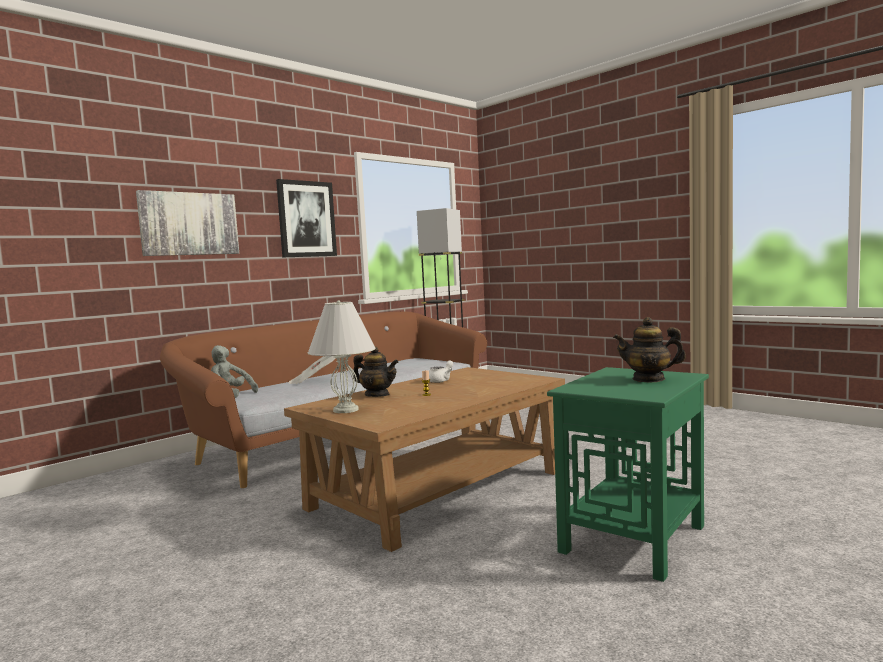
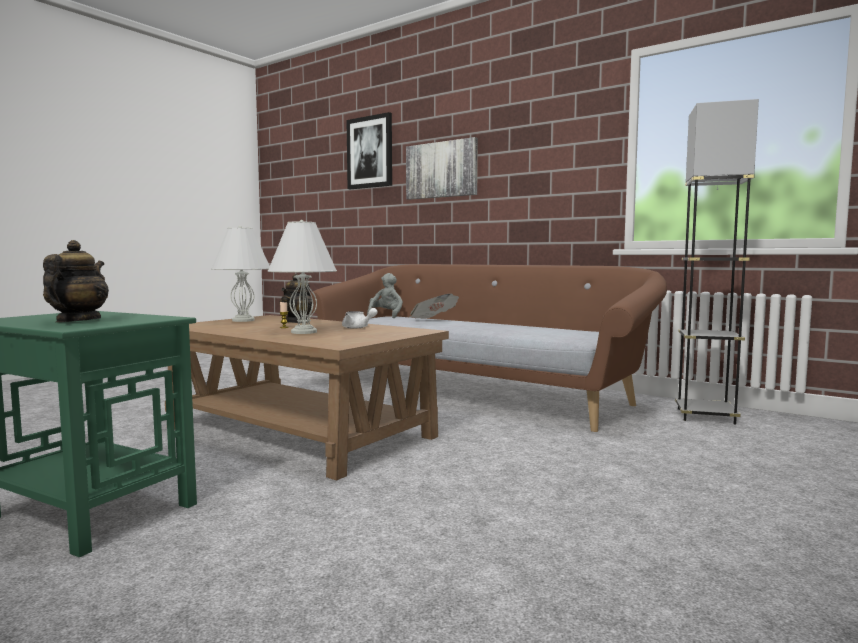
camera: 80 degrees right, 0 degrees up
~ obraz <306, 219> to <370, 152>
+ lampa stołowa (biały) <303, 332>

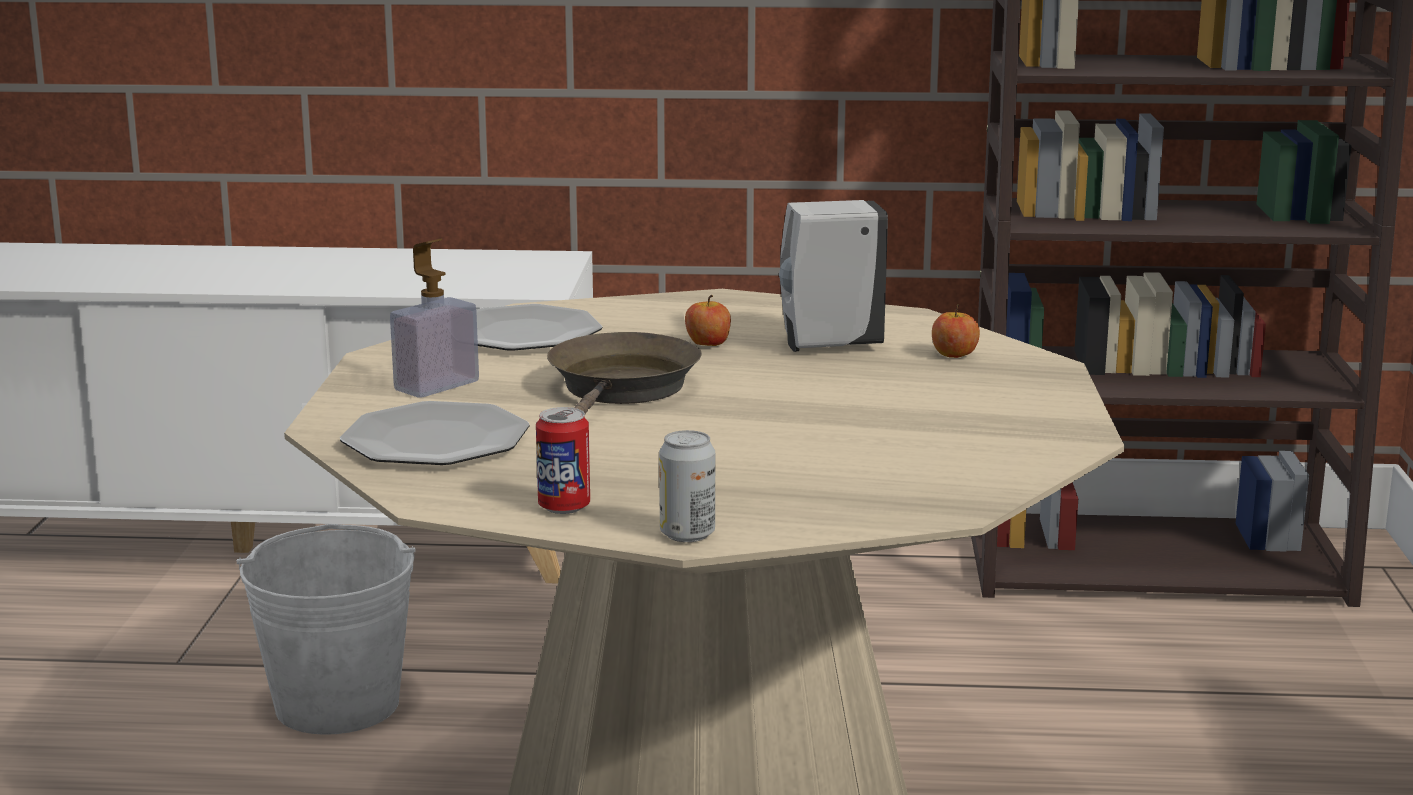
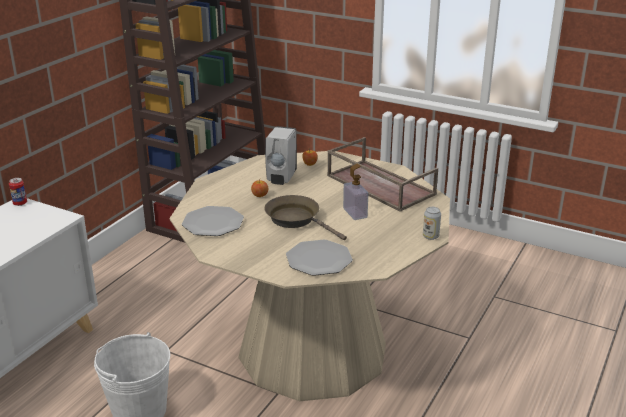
camera: 65 degrees left, 10 degrees up
~ dozownik mydła <436, 386> to <355, 213>
~ puszka <564, 507> to <20, 203>
+ taca (brązowy) <378, 185>

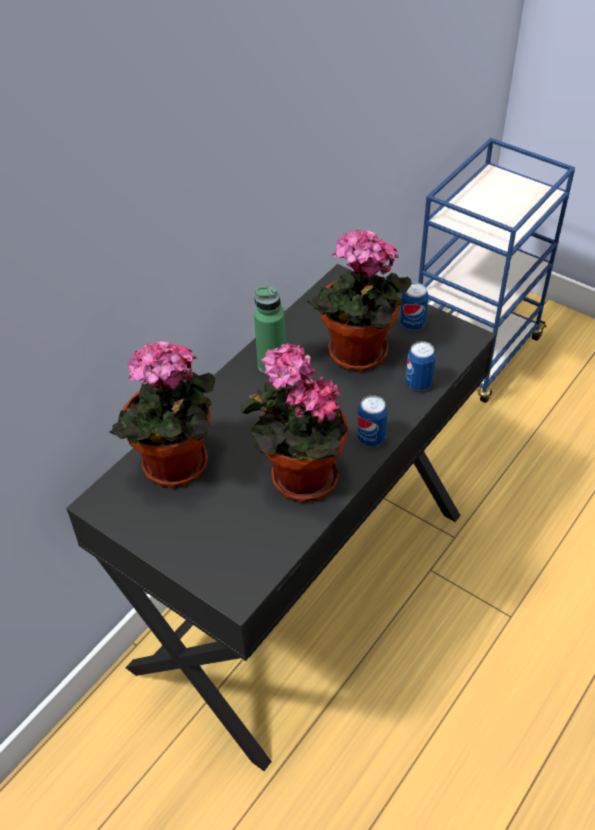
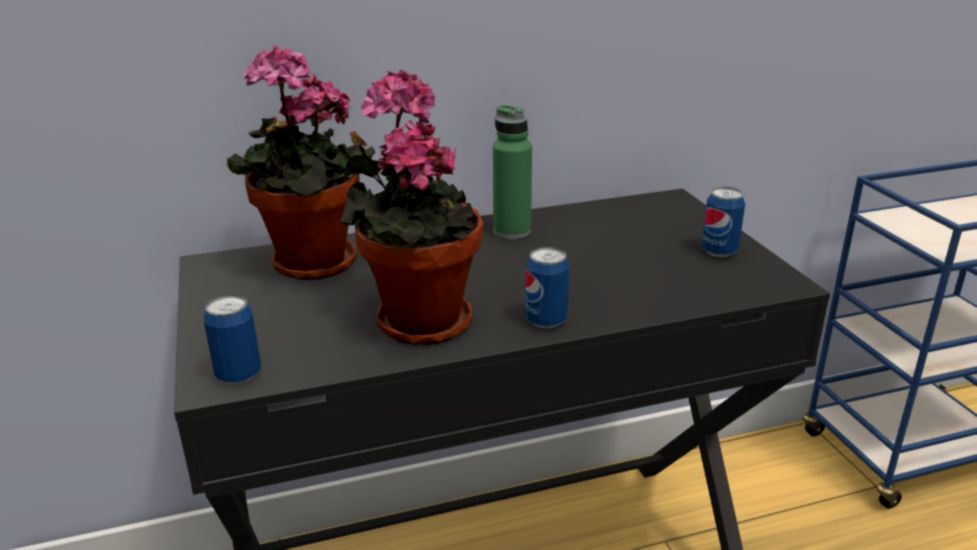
camera: 35 degrees right, 20 degrees down
- roślina doniczkowa <356, 356>
~ puszka <418, 383> to <239, 375>

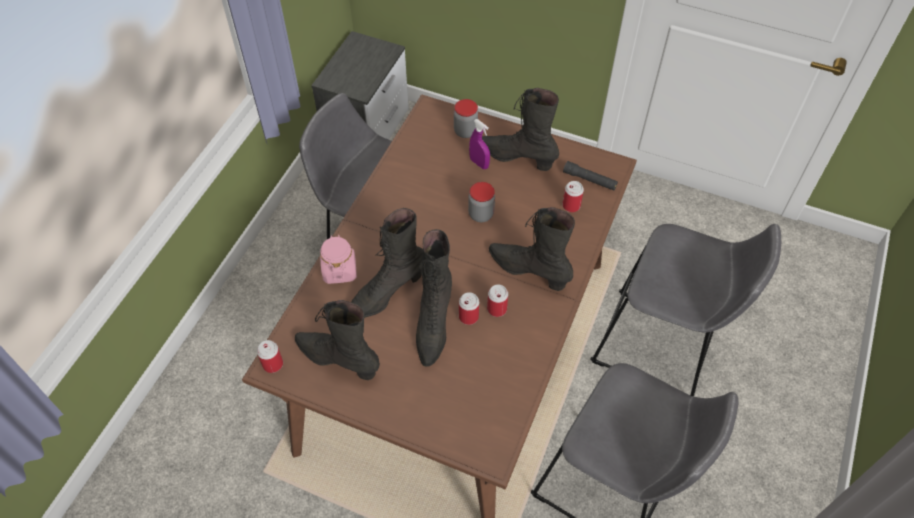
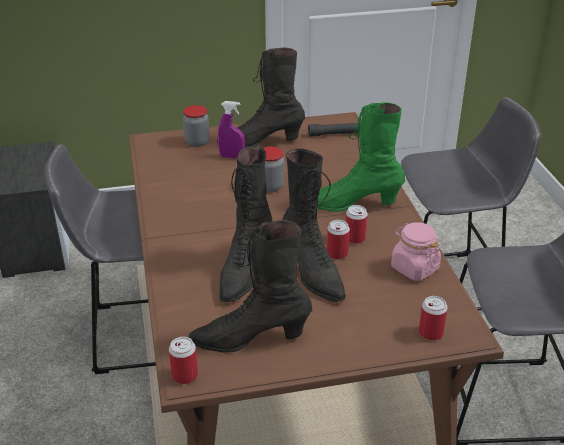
camera: 35 degrees left, 20 degrees down
~ słoik (różowy) <339, 270> to <414, 268>
~ but z cholewką (czarny) <529, 271> to but z cholewką (zielony) <352, 204>
~ puszka <571, 205> to <430, 333>

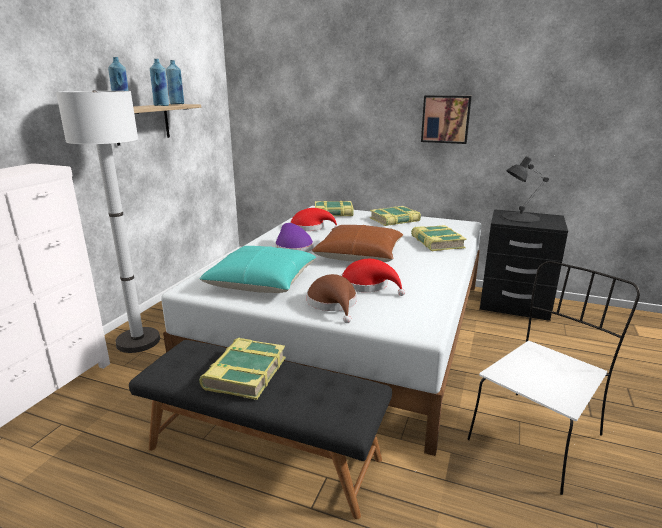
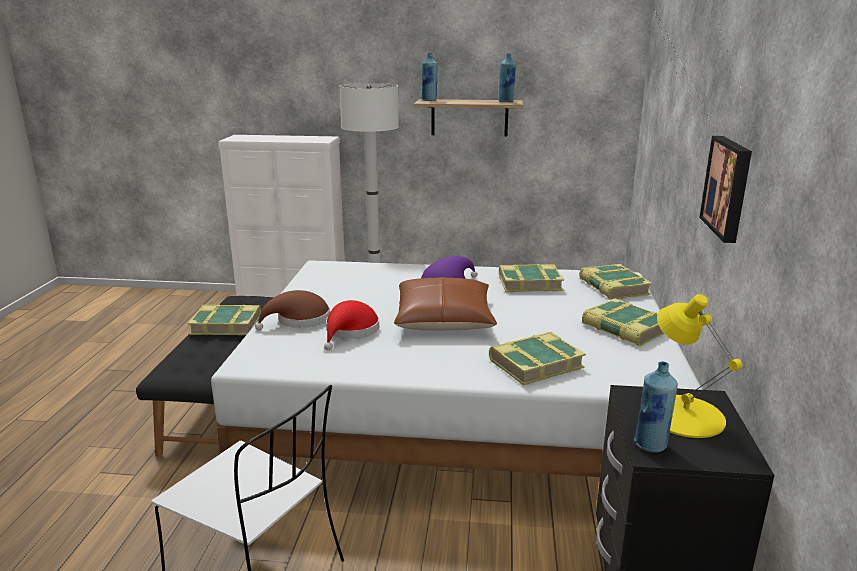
camera: 75 degrees right, 0 degrees up
~ butelka (niebieski) <162, 106> to <651, 445>
- poduszka (turkusowy) <261, 282>
~ kapelusz (czerwony) <310, 228> to książka <529, 283>
~ lampa stołowa (czarny) <519, 217> to lampa stołowa (żółty) <684, 415>

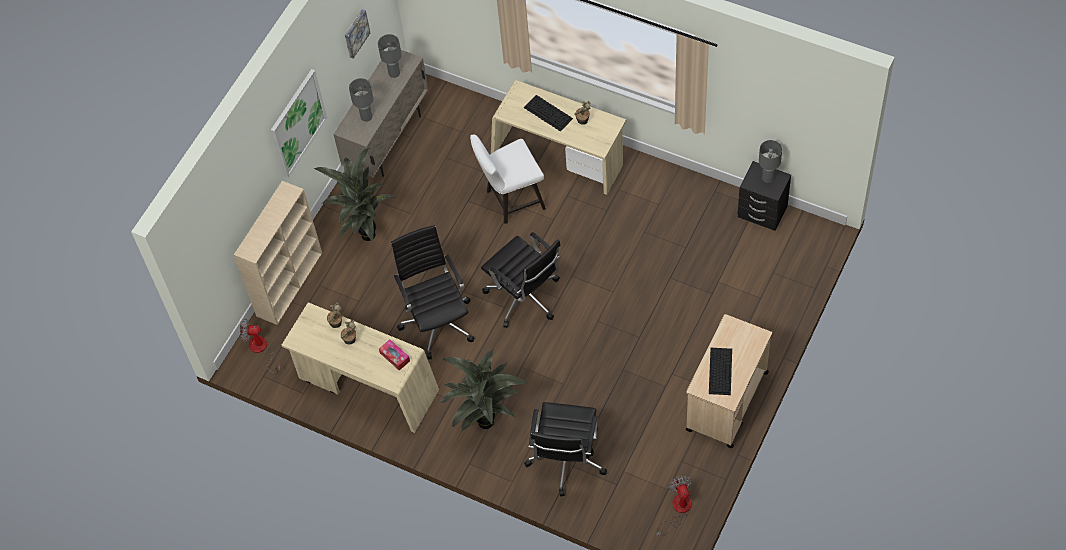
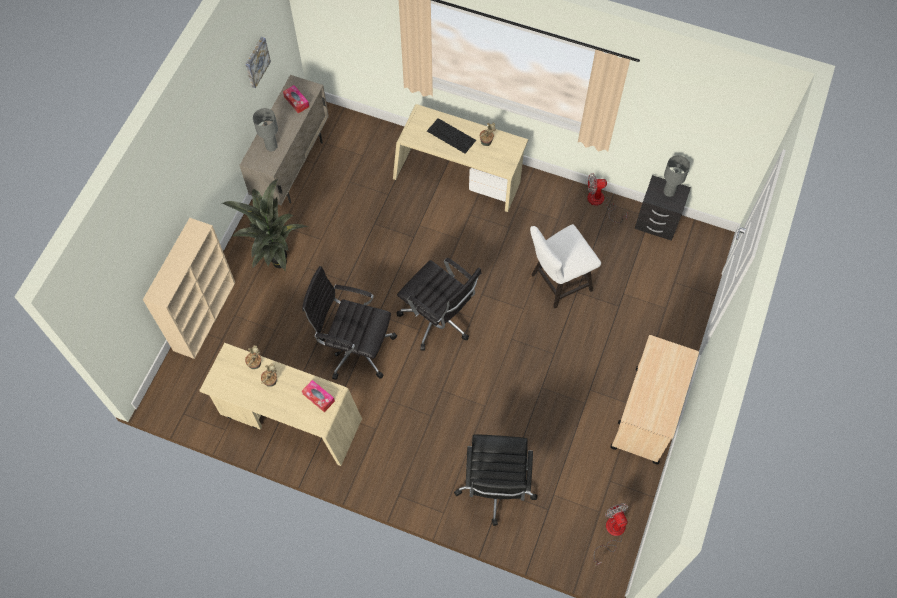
camera: 10 degrees left, 5 degrees up
~ wentylator <261, 350> to <600, 202>
- obraz <297, 123>
~ lampa stołowa (szary) <394, 73> to pudełko chusteczek <296, 101>
~ krzesło biurowe (czarny) <437, 321> = <355, 347> 45 degrees counterclockwise
- roślina doniczkowa <486, 425>
~ krzesło (biały) <511, 201> to <557, 284>
- klawiatura <720, 370>

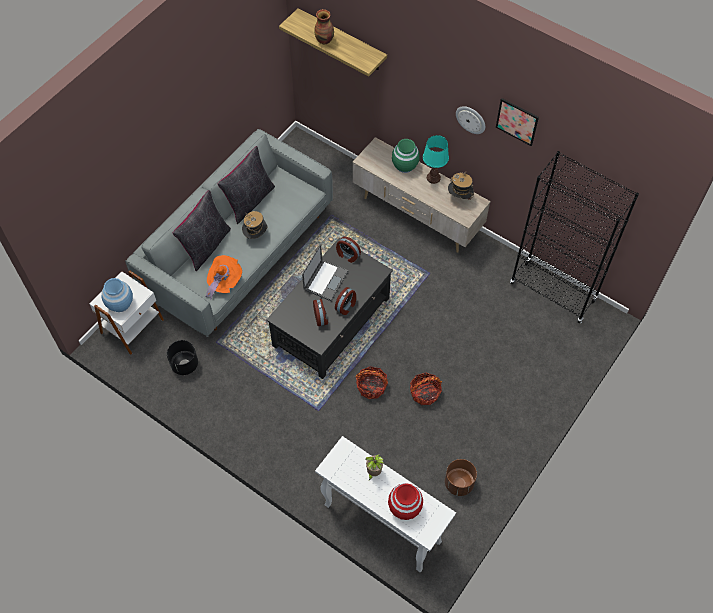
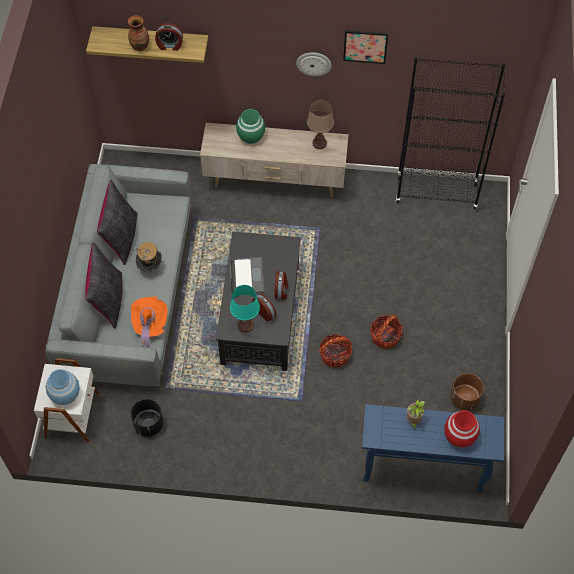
camera: 30 degrees left, 0 degrees up
~ stolik konsolowy (biały) <381, 523> to stolik konsolowy (niebieski) <422, 469>
~ budzik <347, 255> to <170, 45>
~ lampa stołowa (turkusowy) <433, 178> to <245, 325>
~ kapelusz <459, 197> to lampa stołowa (brązowy) <319, 143>

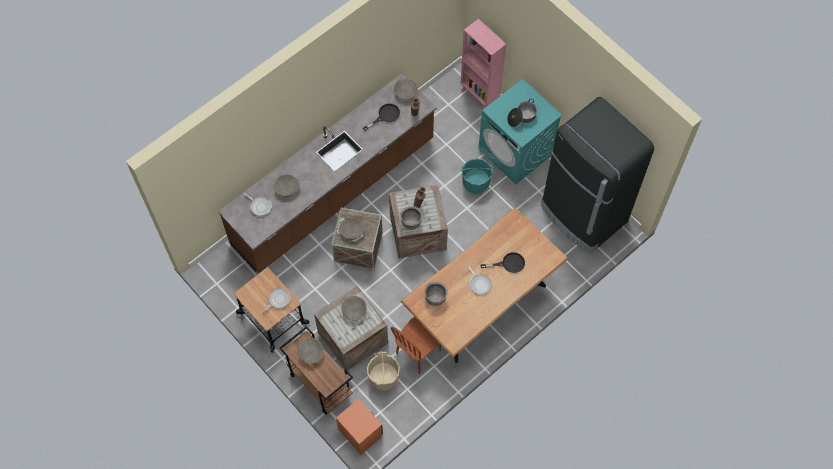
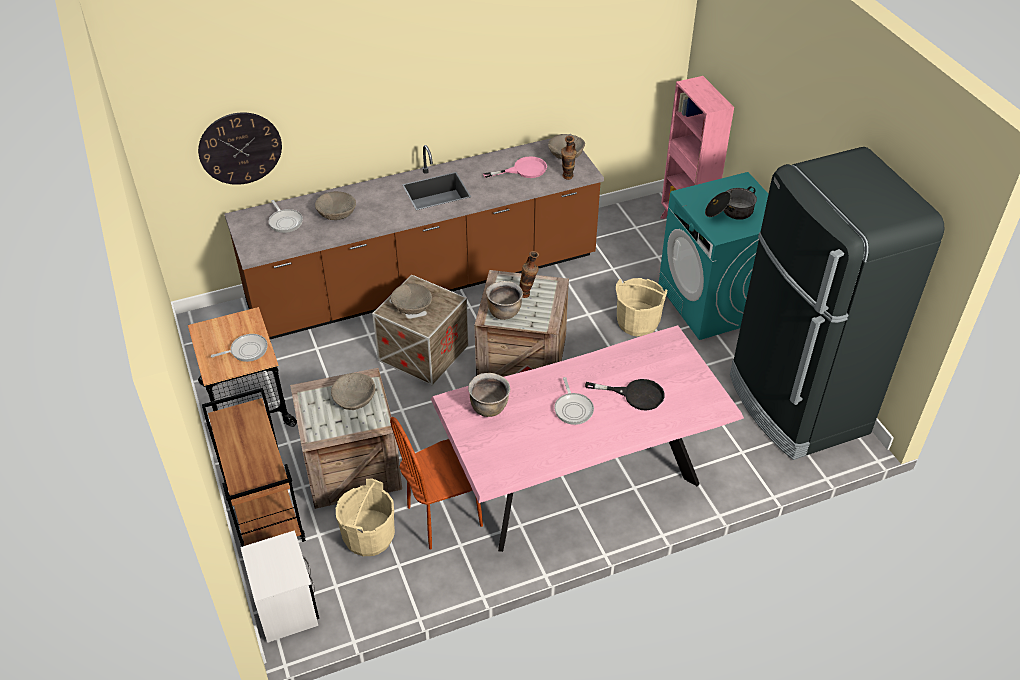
camera: 20 degrees right, 20 degrees down
- miska (beżowy) <311, 353>
~ szafka nocna (pomarańczowy) <360, 432> to szafka nocna (biały) <286, 607>
~ patelnia (czarny) <385, 116> to patelnia (różowy) <524, 170>
~ stół jadalny (brązowy) <482, 303> to stół jadalny (różowy) <580, 479>
~ wiadro (turkusowy) <476, 182> to wiadro (beżowy) <637, 322>
+ zegar ścienny <240, 148>

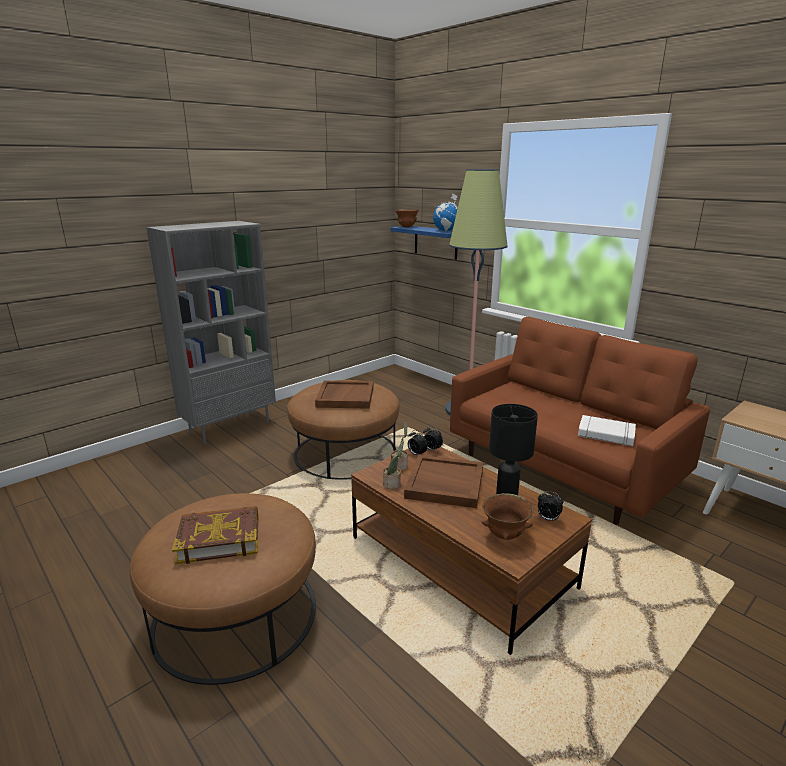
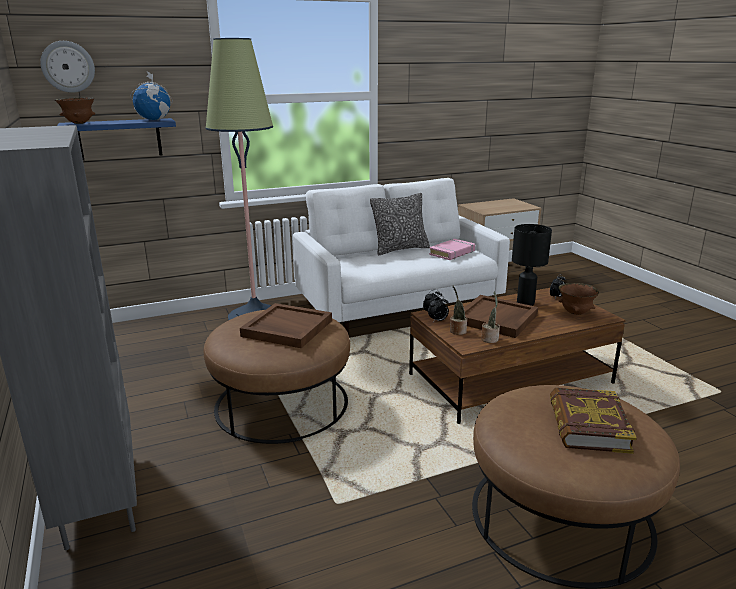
camera: 70 degrees left, 0 degrees up
~ kanapa (brązowy) <562, 469> to kanapa (biały) <399, 308>
~ książka (biały) <606, 434> to książka (różowy) <452, 253>
+ zegar ścienny <68, 67>
+ poduszka <400, 249>

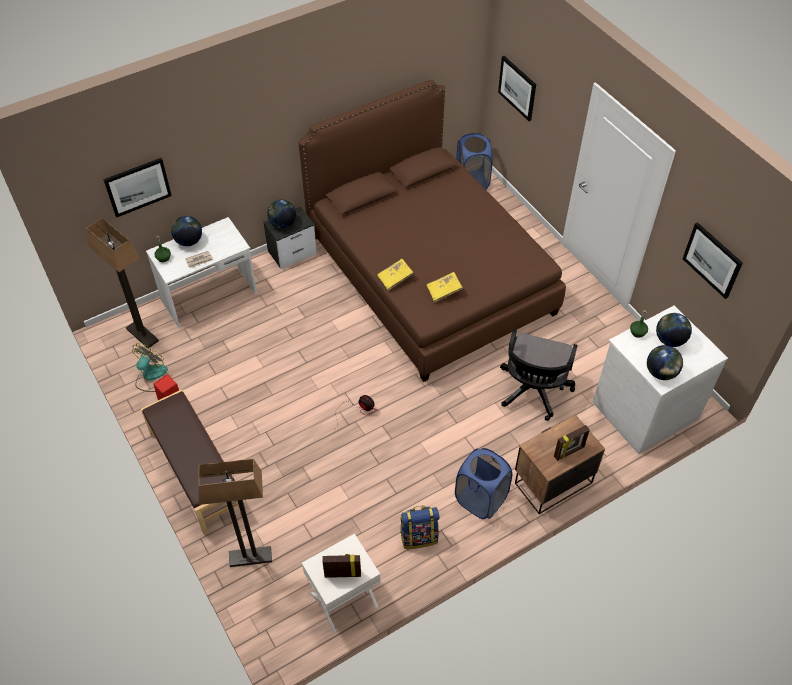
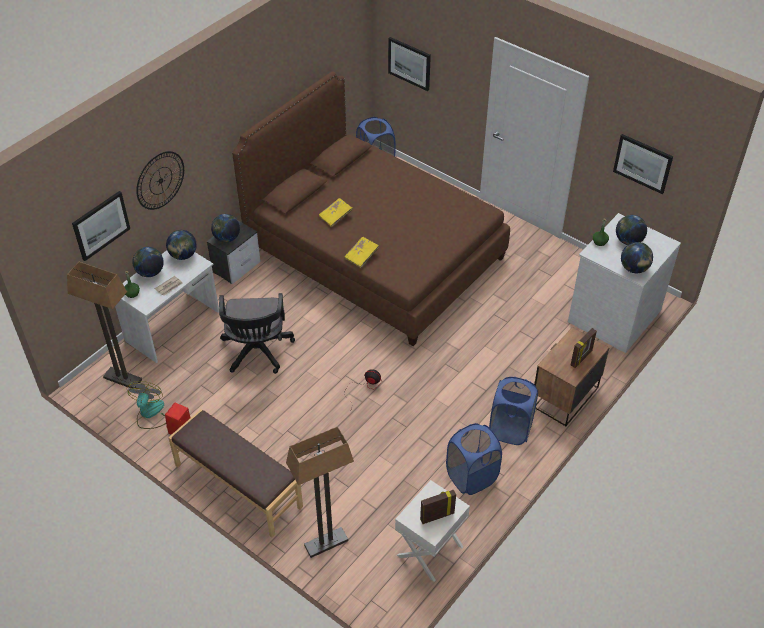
camera: 20 degrees left, 5 degrees down
~ plecak <419, 536> to kosz na pranie (niebieski) <471, 477>
~ książka (żółty) <444, 291> to <335, 216>
~ krzesło biurowe (czarny) <533, 392> to <257, 352>
+ zegar ścienny <160, 180>
+ globus <183, 255>

